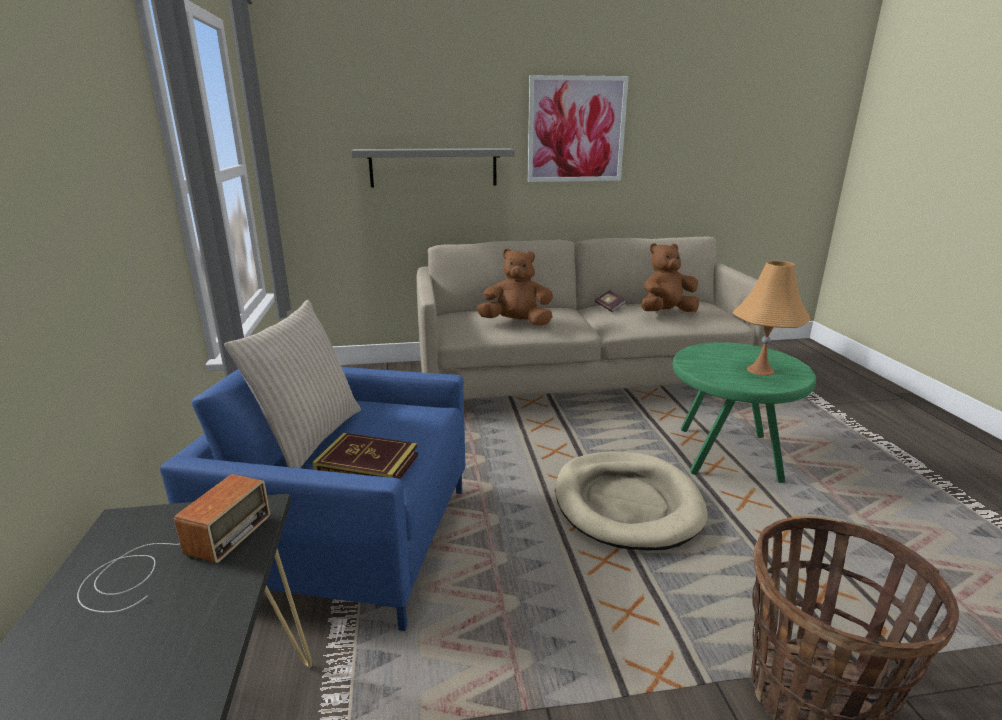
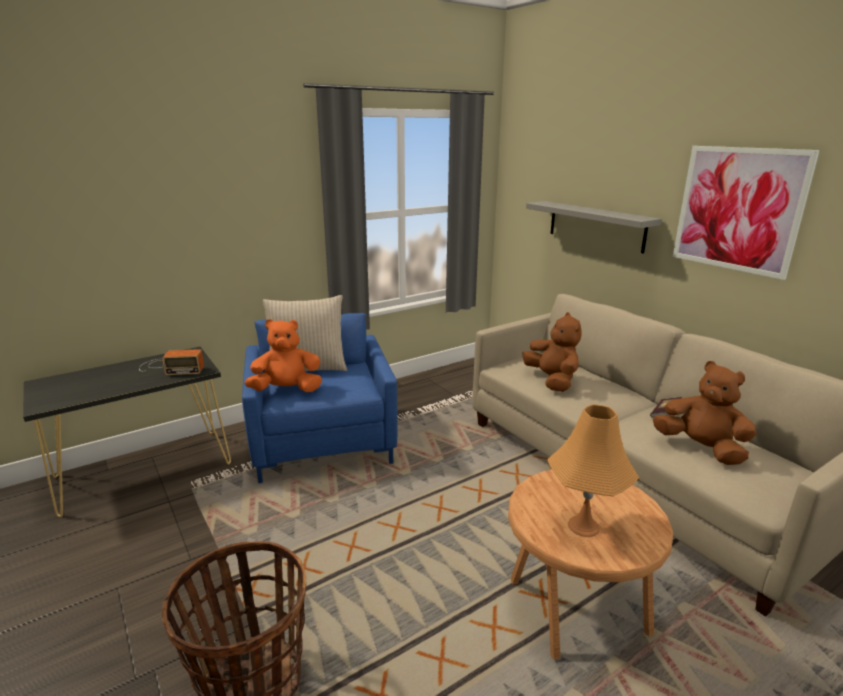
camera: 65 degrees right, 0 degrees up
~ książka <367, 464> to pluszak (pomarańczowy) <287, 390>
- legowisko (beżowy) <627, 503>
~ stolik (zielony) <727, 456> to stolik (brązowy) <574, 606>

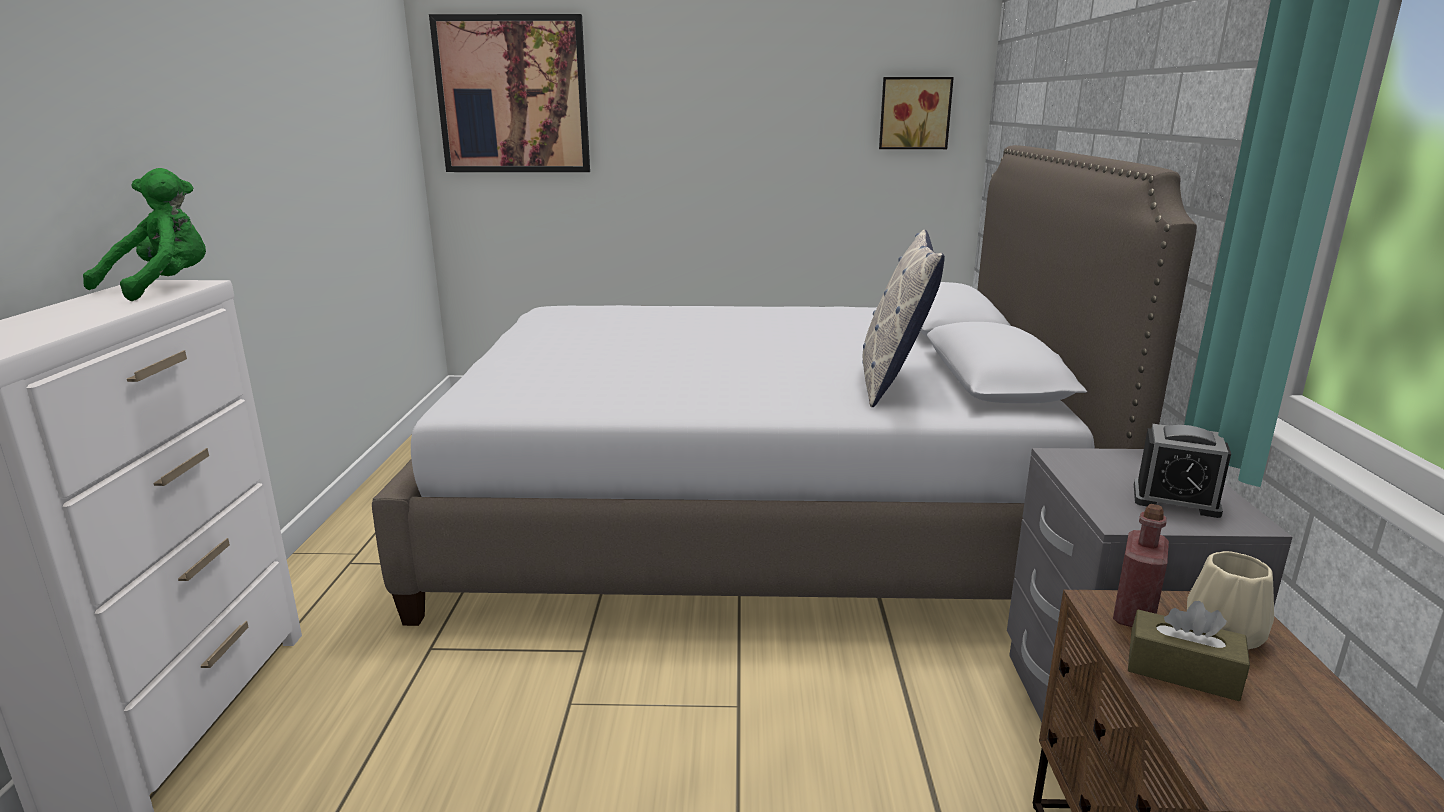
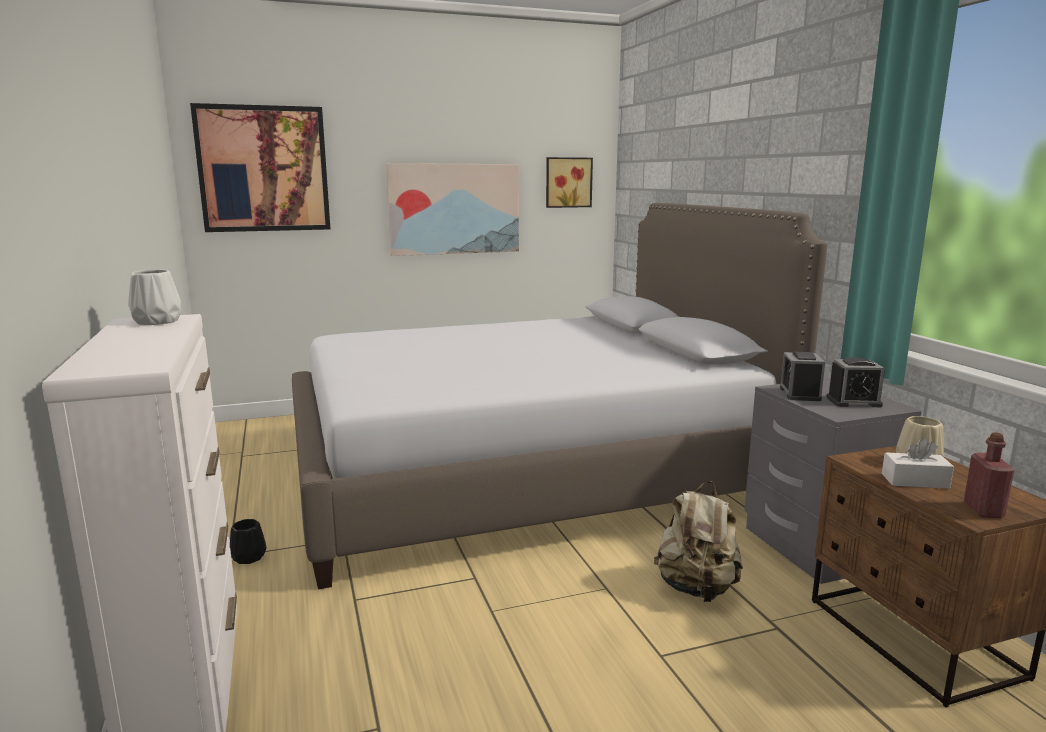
camera: 20 degrees left, 5 degrees down
~ pluszak (zielony) <163, 287> to wazon (biały) <159, 321>
- poduszka <893, 383>
~ butelka (czerwony) <1133, 615> to <983, 510>
~ pudełko chusteczek (brązowy) <1182, 671> to pudełko chusteczek (biały) <915, 481>
+ wazon (czarny) <249, 557>
+ obraz <454, 209>
+ plecak (beżowy) <697, 588>
+ budzik <800, 394>

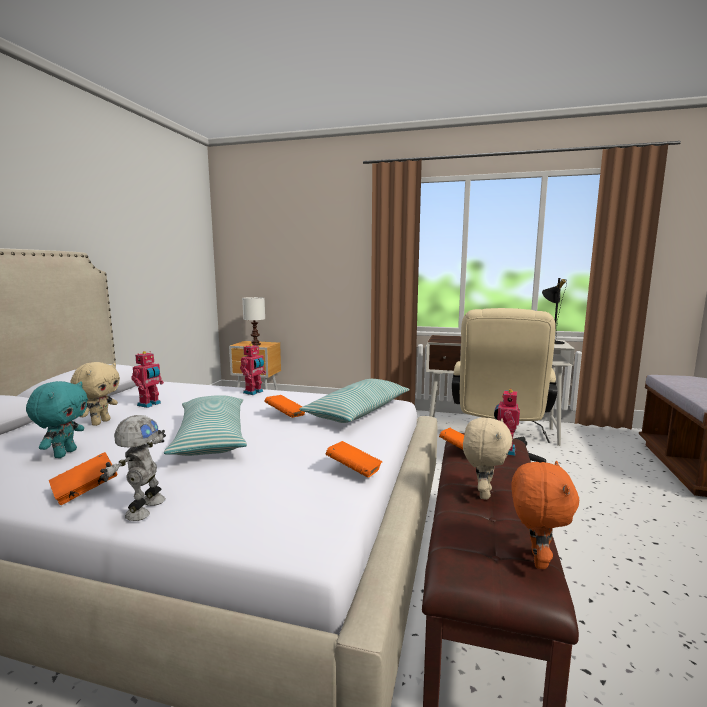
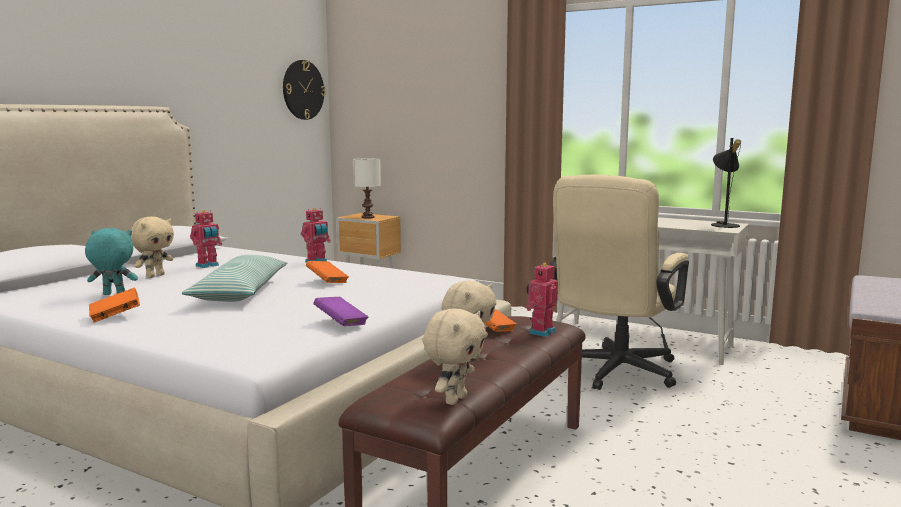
camera: 15 degrees right, 0 degrees up
~ pluszak (turkusowy) <64, 453> = <113, 294> 120 degrees counterclockwise
- robot zabawkowy <144, 508>
- poduszka <358, 411>
~ książka (pomarańczowy) <354, 471> to książka (fioletowy) <341, 323>
~ pluszak (pomarańczowy) <536, 559> to pluszak (beżowy) <454, 399>
+ zegar ścienny <303, 90>

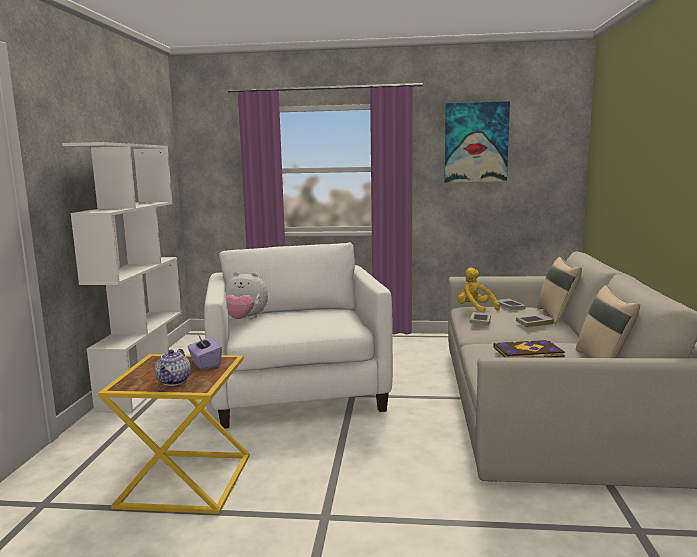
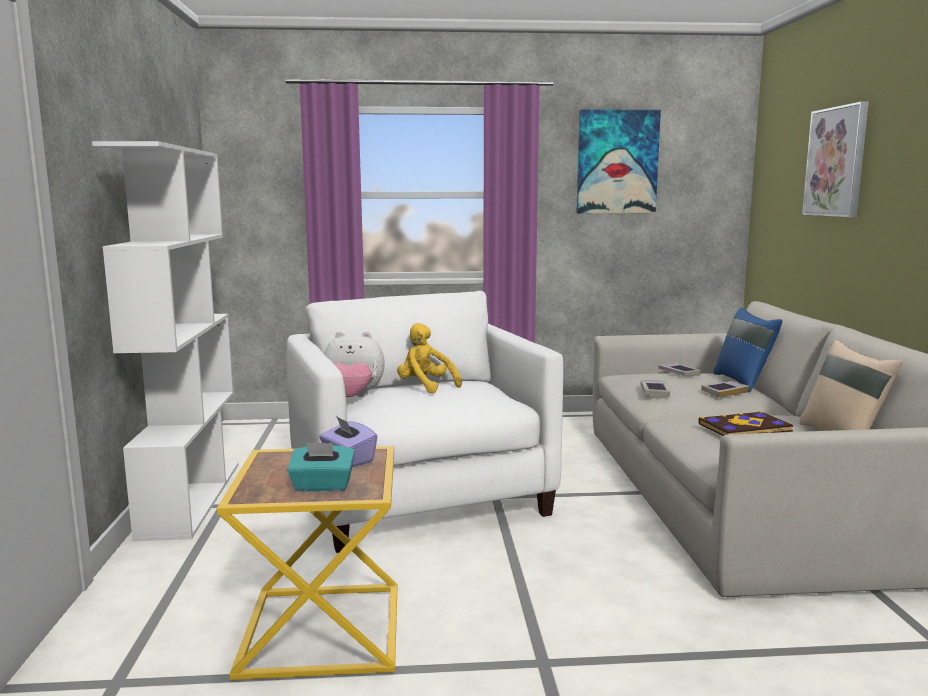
camera: 10 degrees left, 0 degrees up
~ imbryk <174, 381> to pudełko chusteczek (turkusowy) <322, 486>
~ pluszak (żółty) <475, 309> to <425, 387>
~ poduszka (beżowy) <557, 315> to poduszka (niebieski) <743, 382>
+ obraz <836, 162>

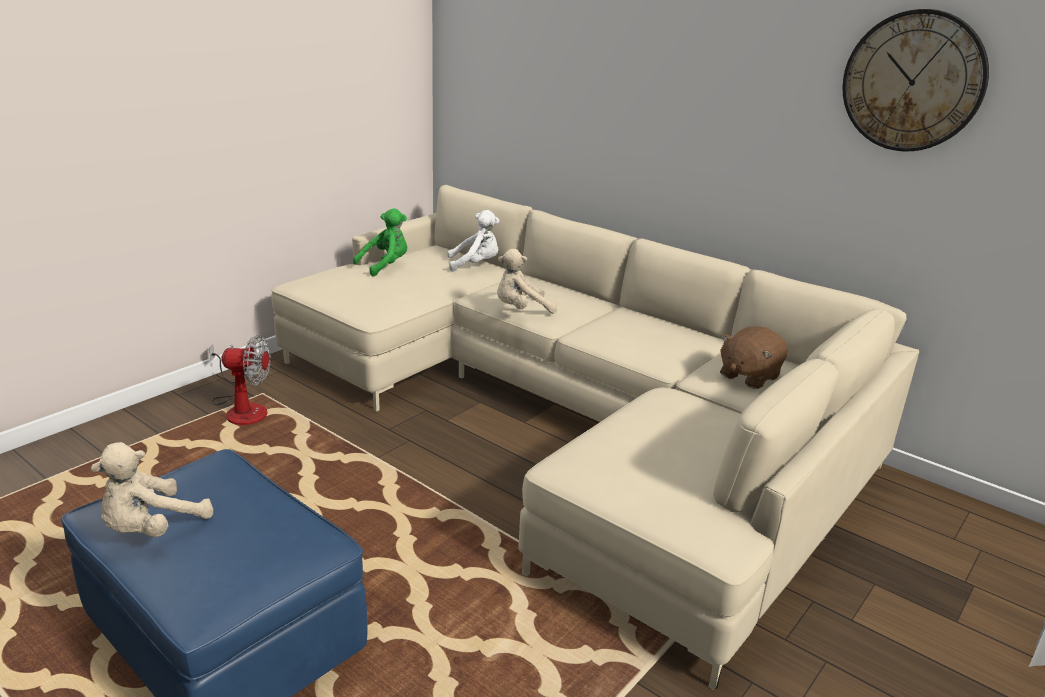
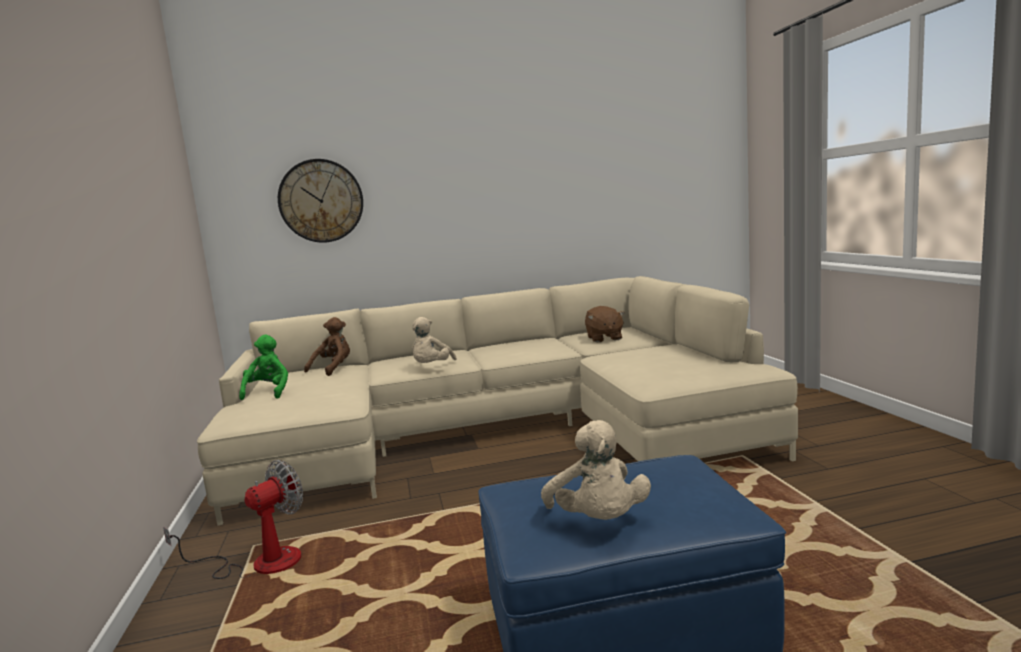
camera: 50 degrees left, 15 degrees down
~ pluszak (biały) <475, 265> to pluszak (brązowy) <333, 369>
~ zegar ścienny <913, 81> to <321, 201>

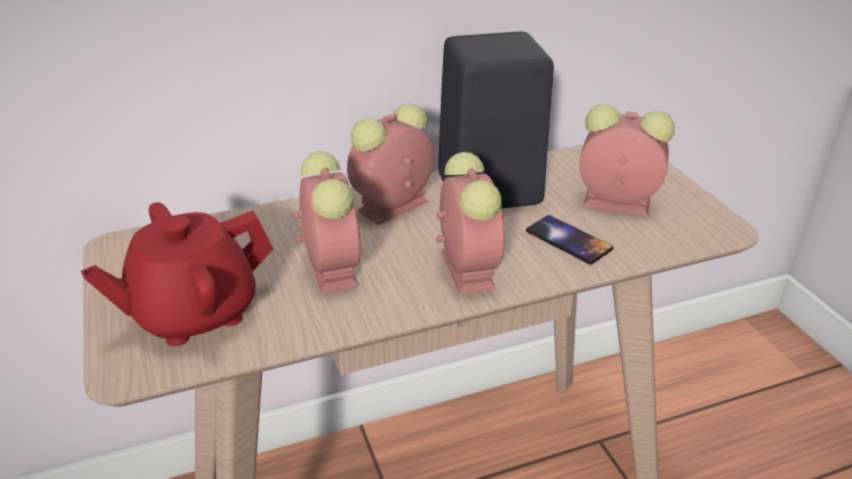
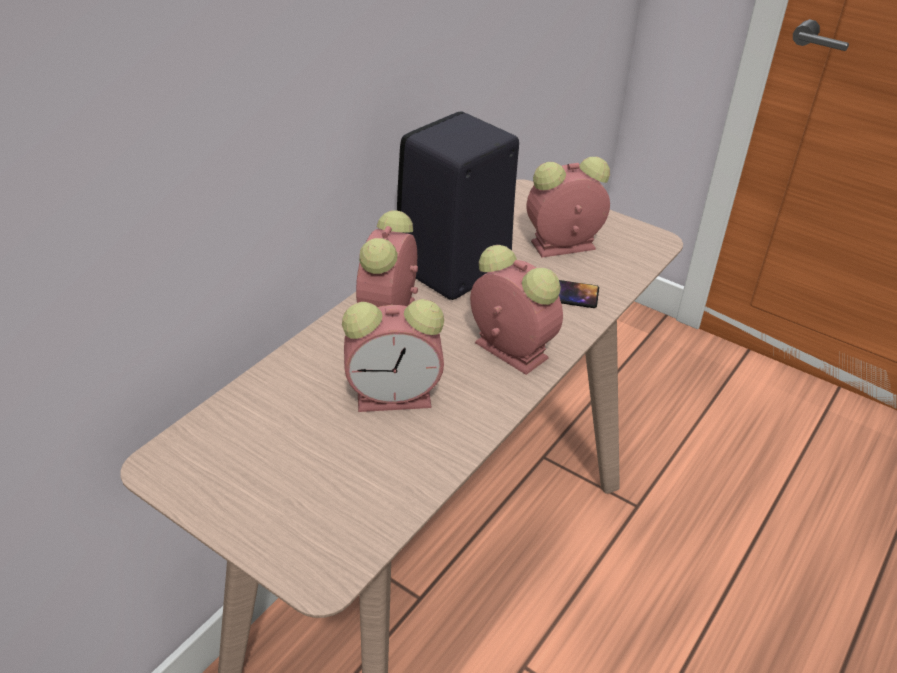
camera: 35 degrees left, 5 degrees up
- imbryk (czerwony) <194, 313>
~ budzik <330, 267> = <397, 396> 135 degrees clockwise

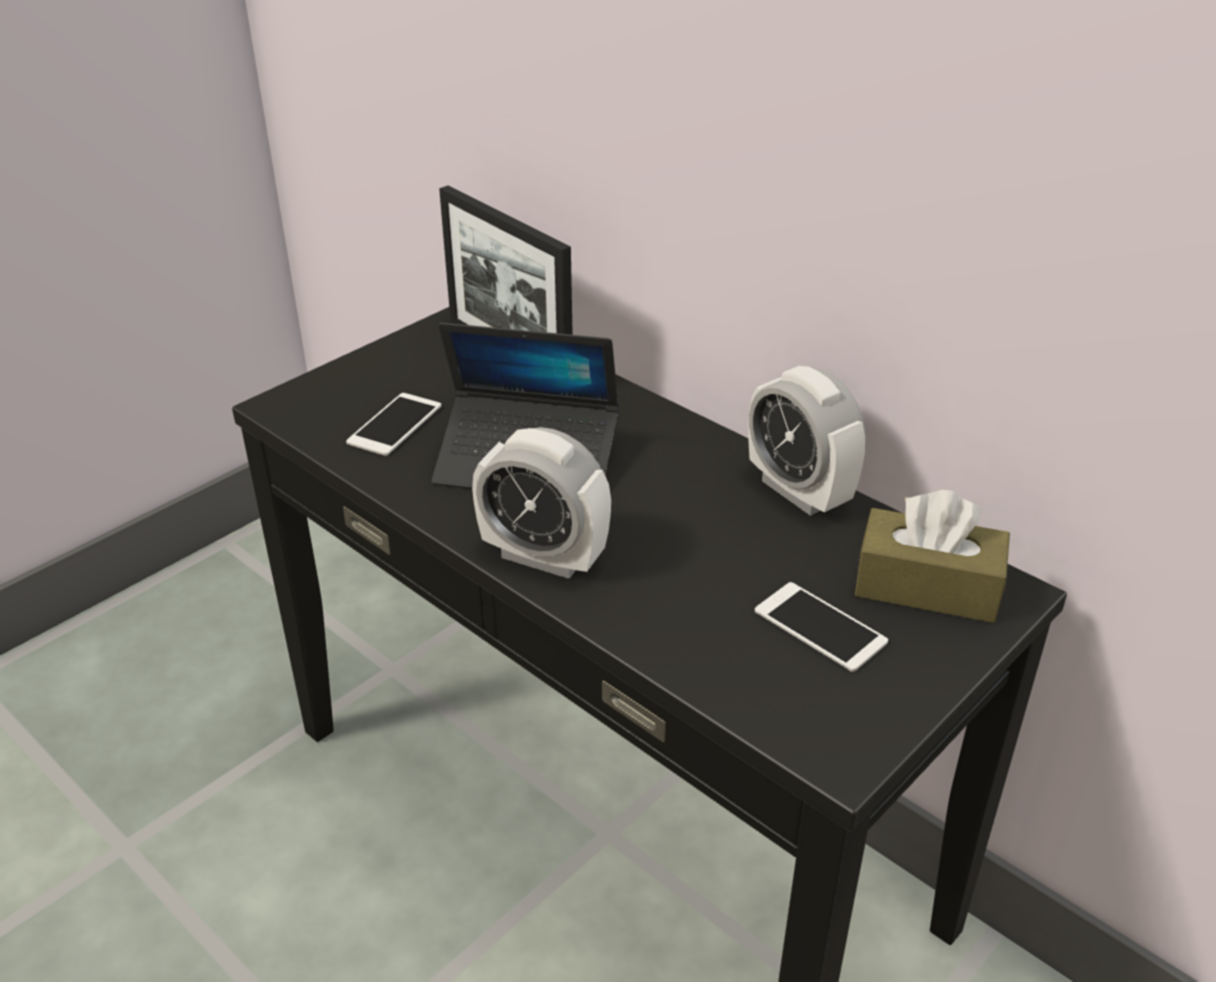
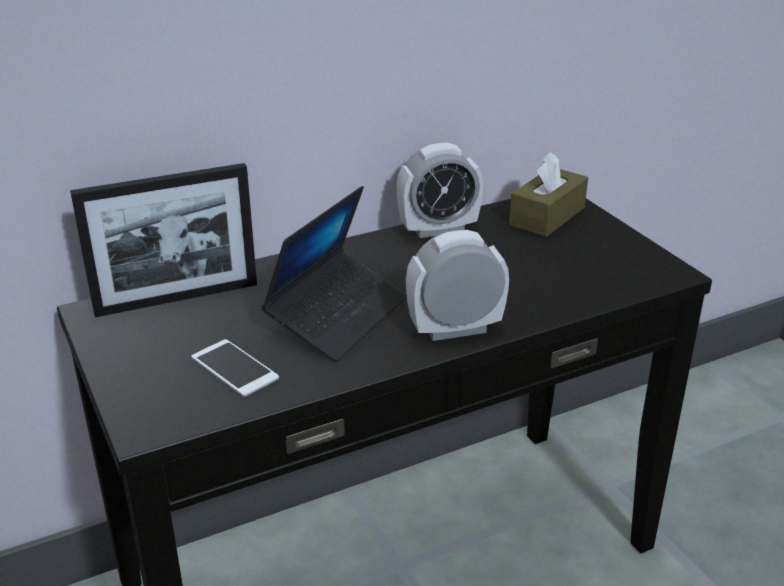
camera: 70 degrees left, 5 degrees down
~ budzik <544, 557> = <455, 329> 150 degrees counterclockwise
- telefon <820, 627>

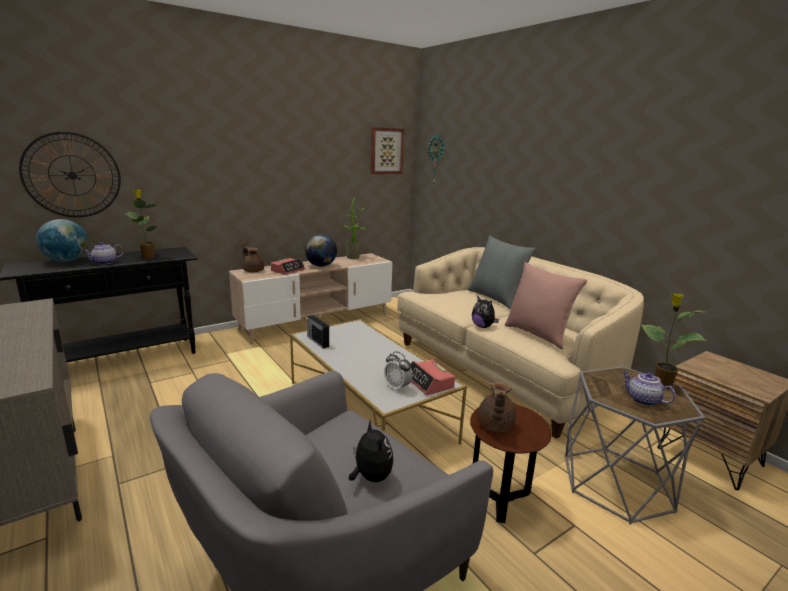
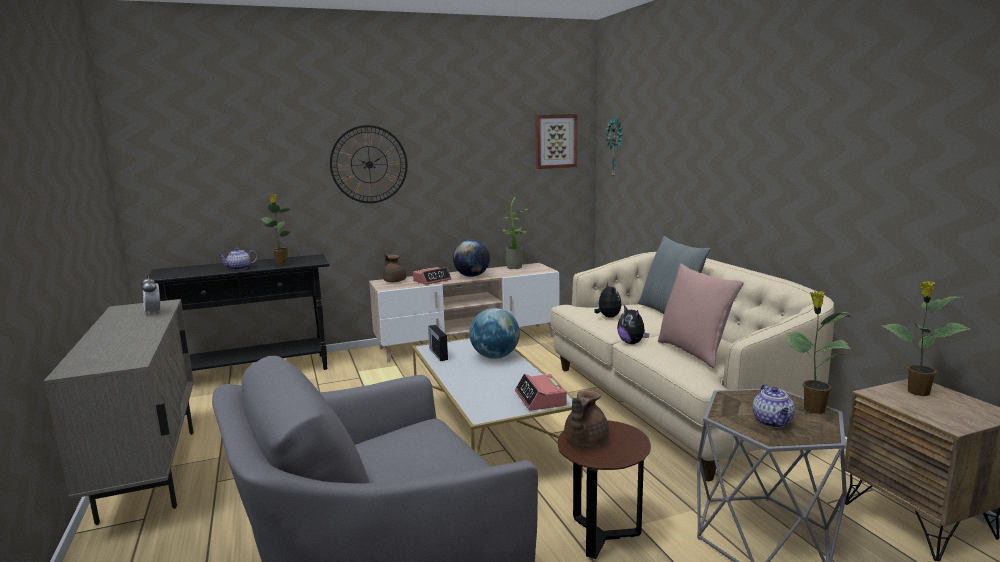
camera: 15 degrees right, 5 degrees down
~ zegar ścienny <72, 175> to <369, 164>
~ globus <67, 261> to <495, 357>
~ pluszak <370, 477> to <607, 317>
~ budzik <397, 387> to <153, 313>
~ imbryk <642, 400> = <773, 422> 150 degrees counterclockwise
+ roślina doniczkowa <917, 392>

